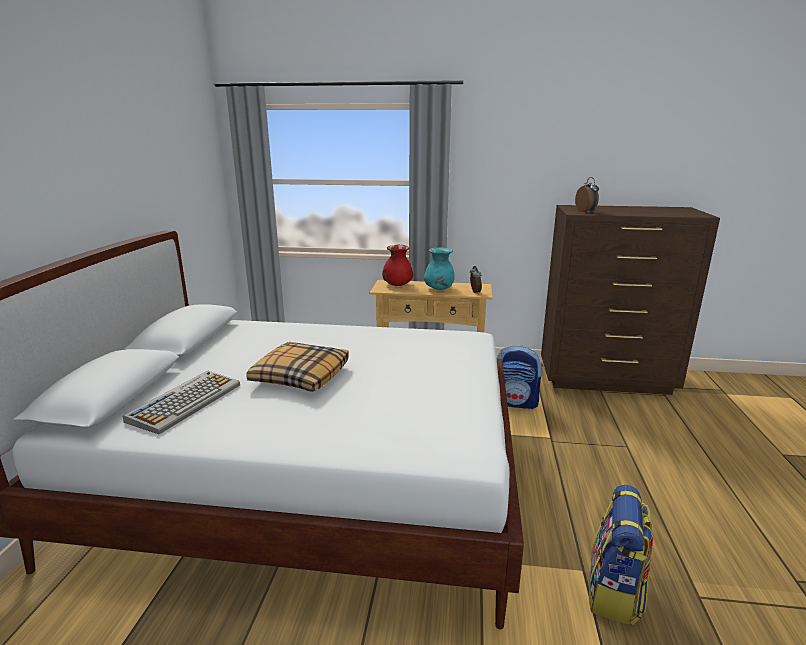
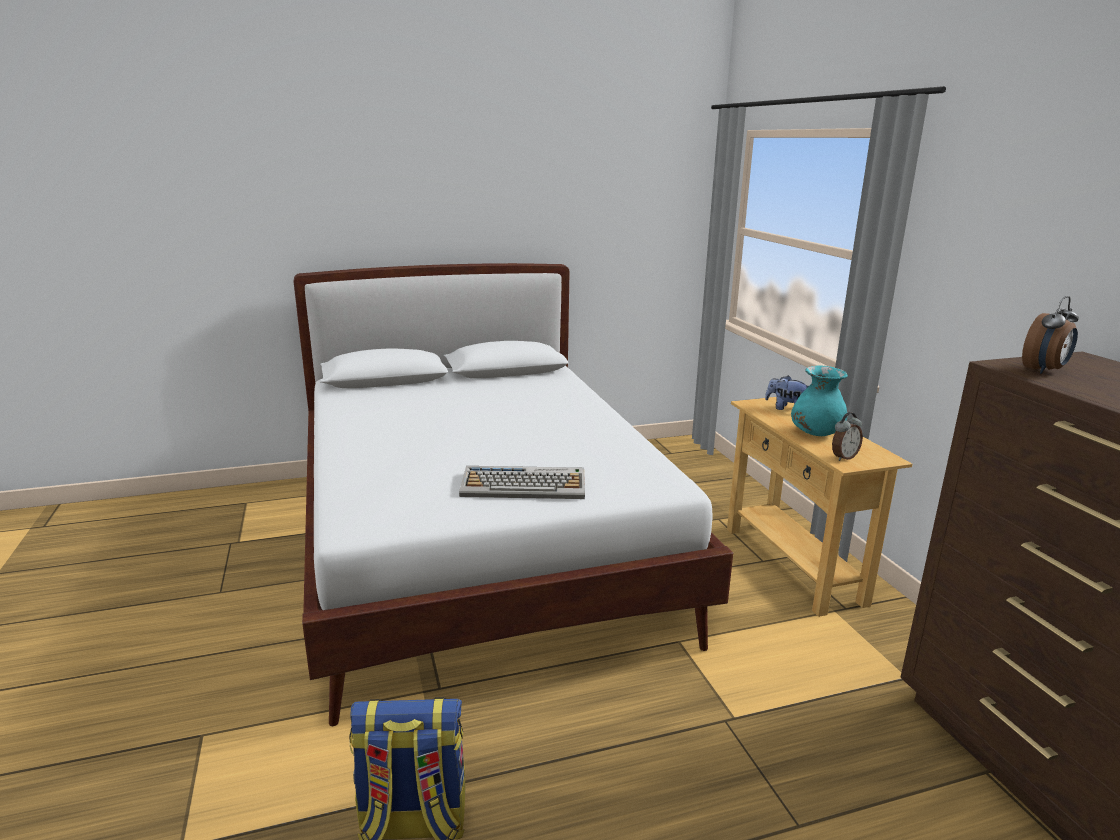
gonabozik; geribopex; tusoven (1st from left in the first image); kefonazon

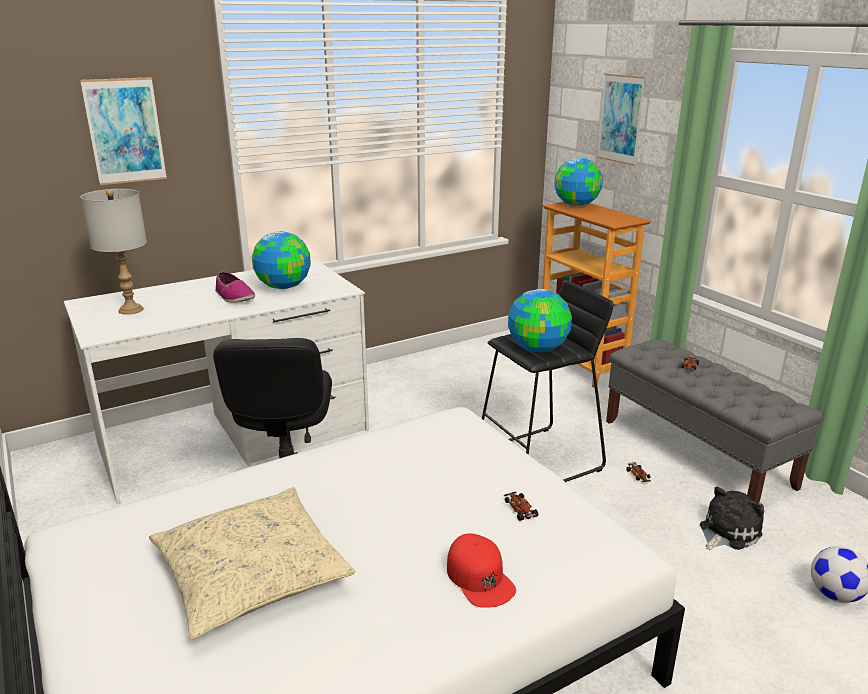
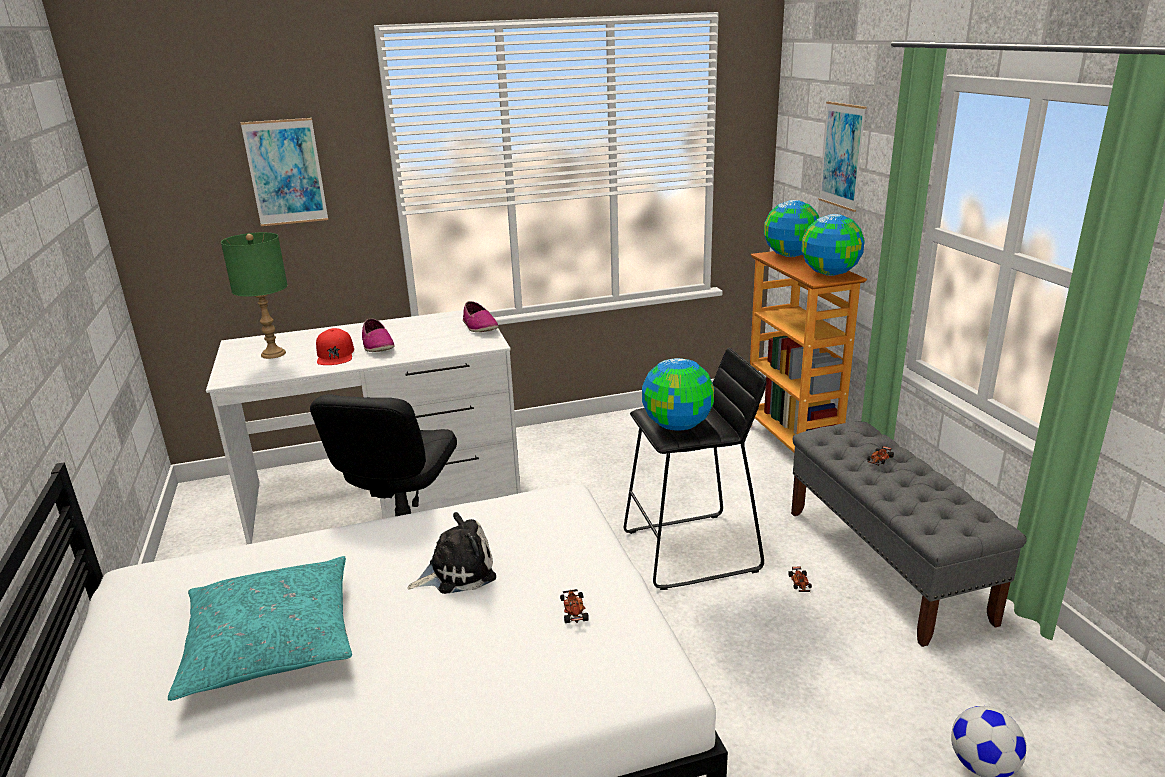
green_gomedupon; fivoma (3rd from left); turquoise_geribopex; gonabozik; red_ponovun; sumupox (2nd from left)

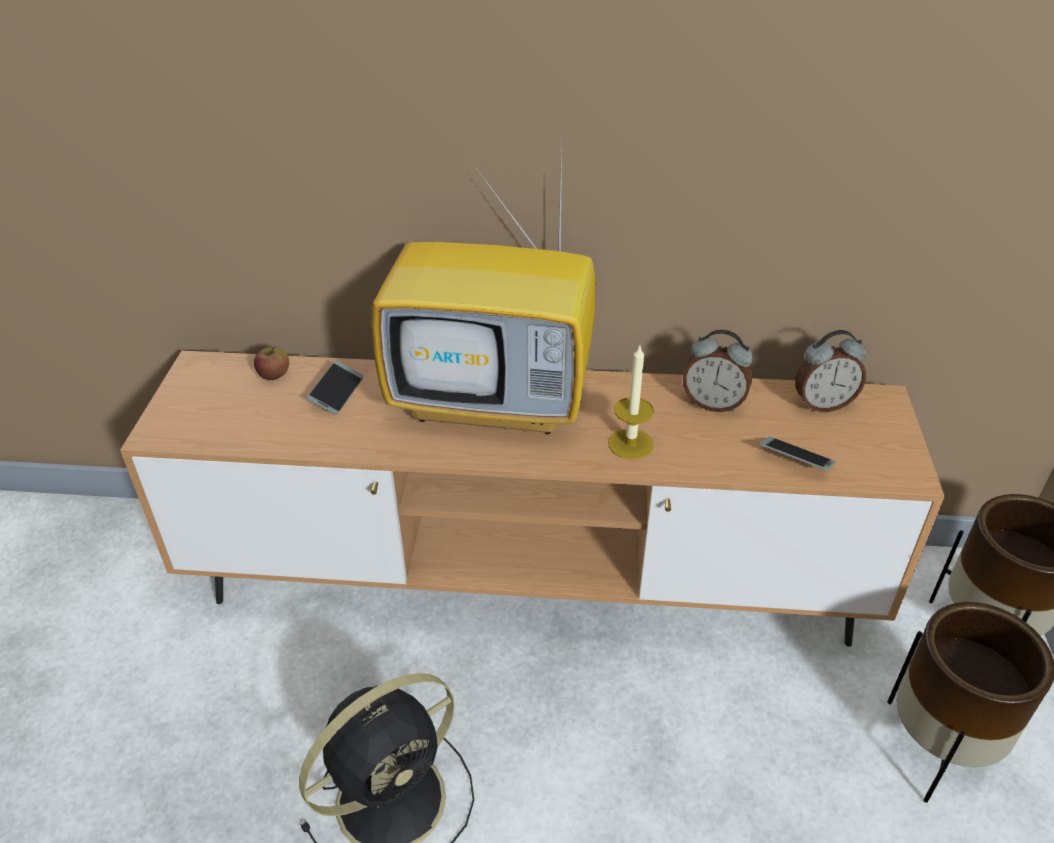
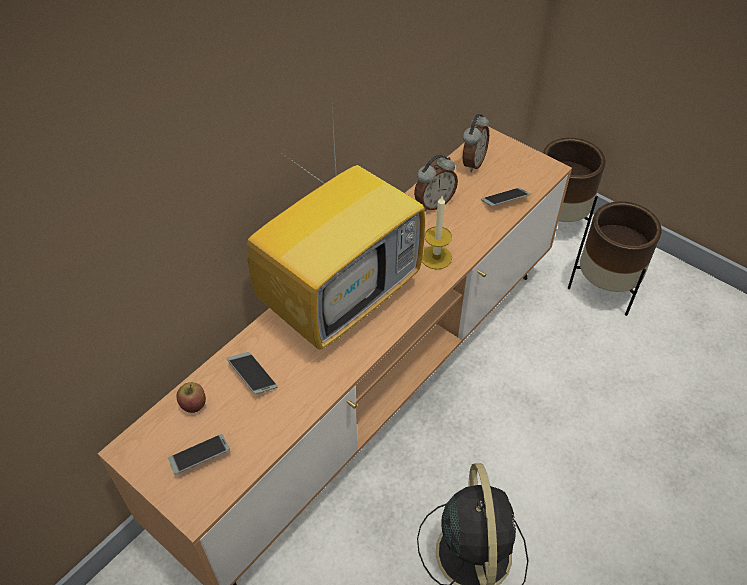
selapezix (1st from left)

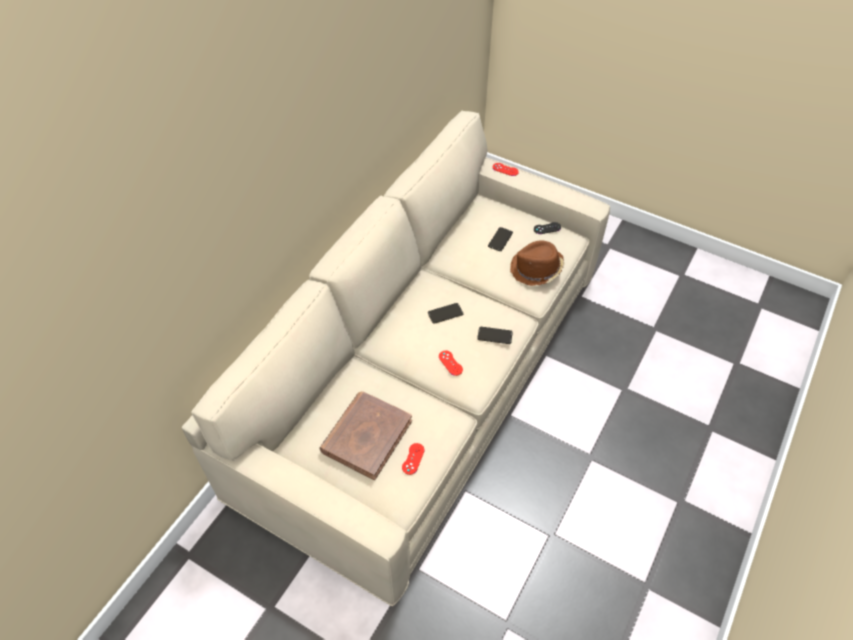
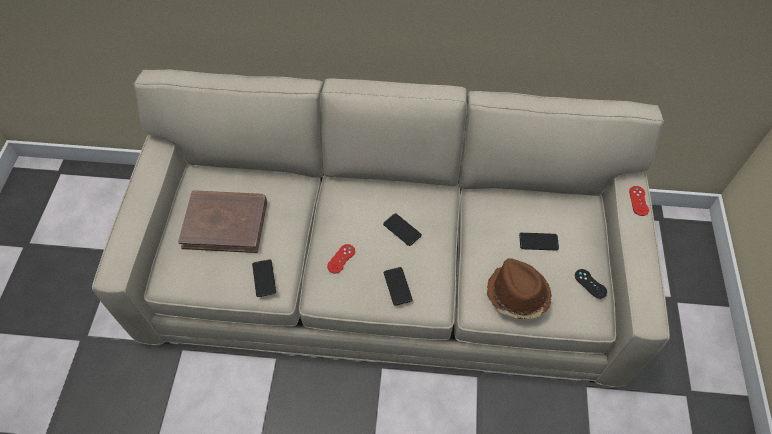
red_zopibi (1st from left in the first image); selapezix (1st from left)

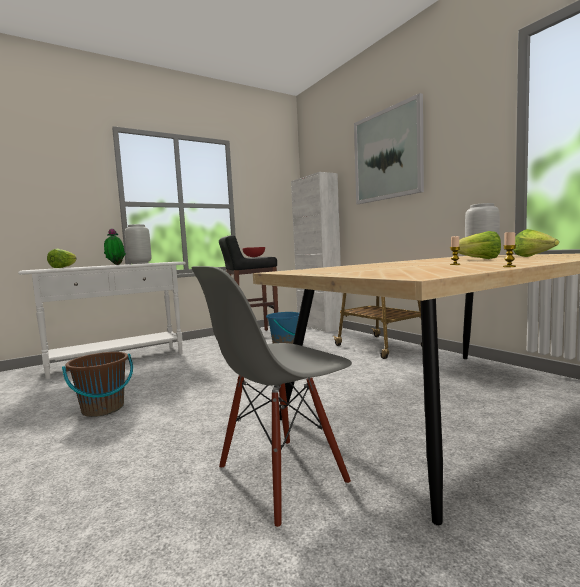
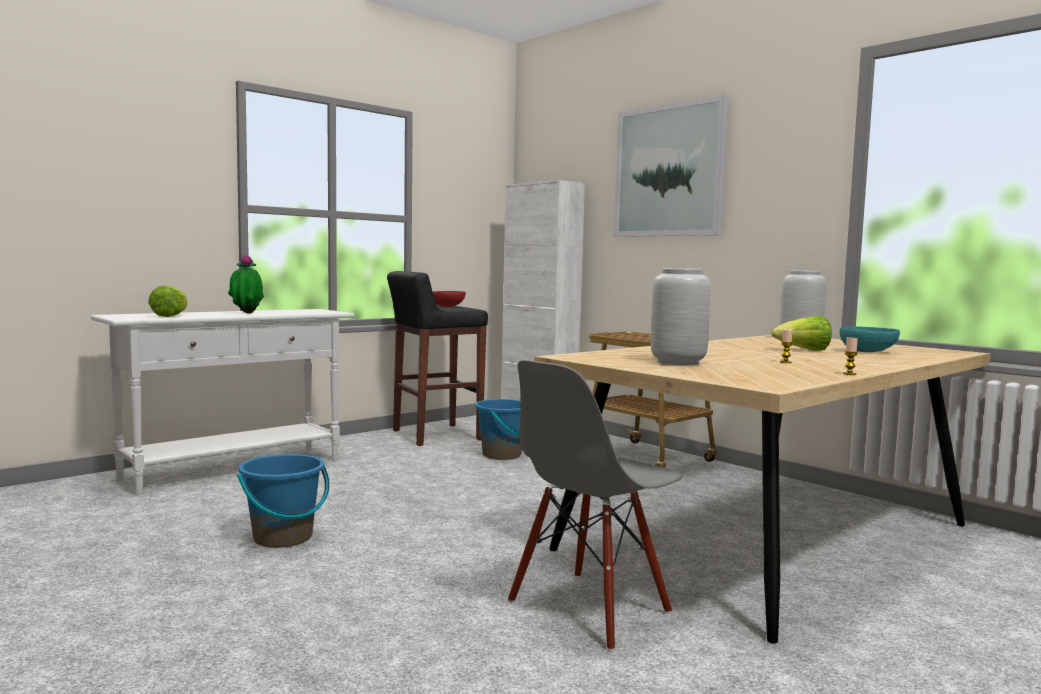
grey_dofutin (1st from left); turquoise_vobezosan; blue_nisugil (1st from left)

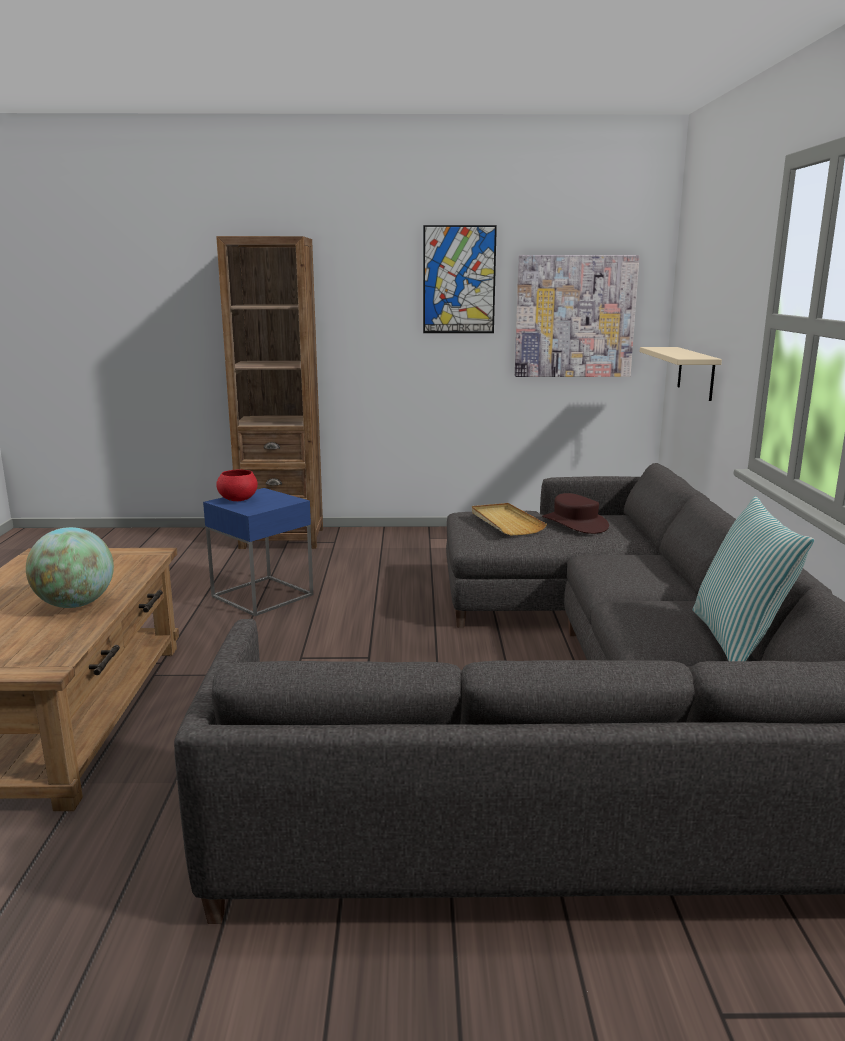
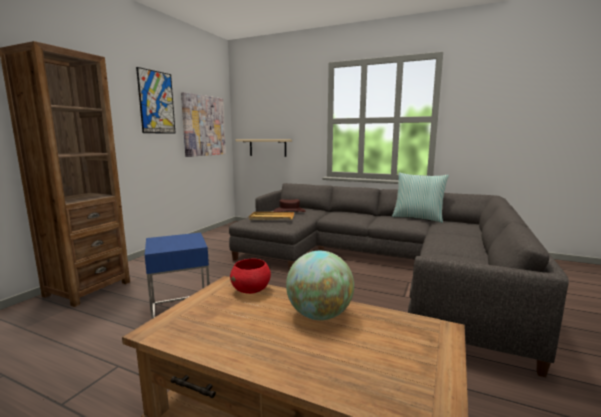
red_vobezosan

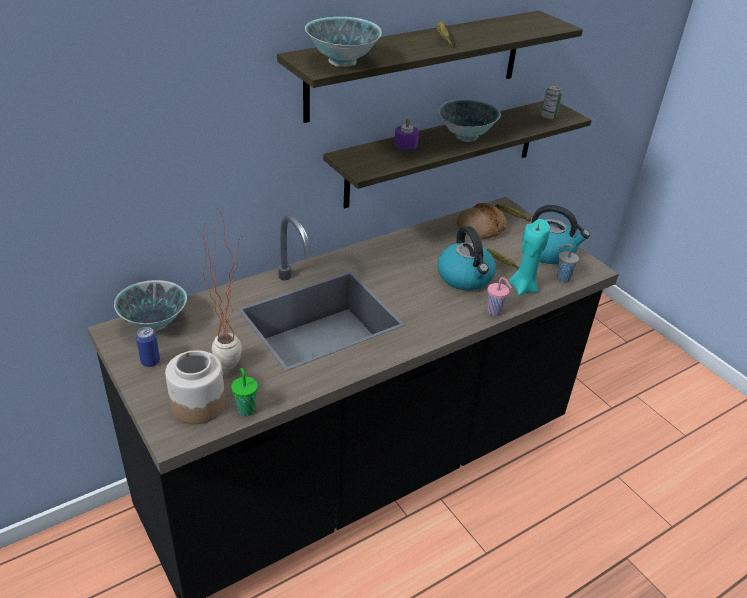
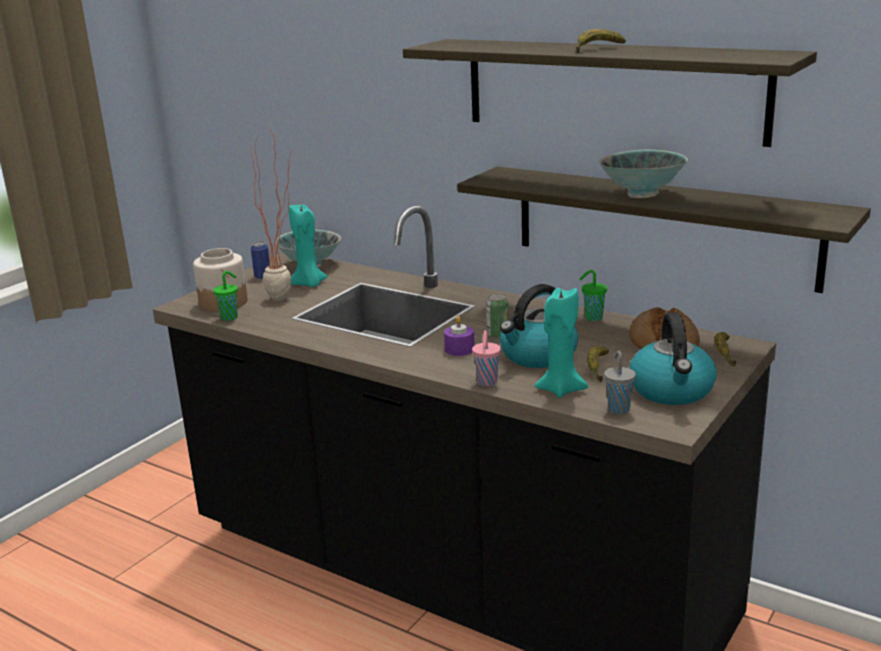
vobezosan (2nd from left in the first image); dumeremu (2nd from left); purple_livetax; turquoise_livetax (1st from left); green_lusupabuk (2nd from left)

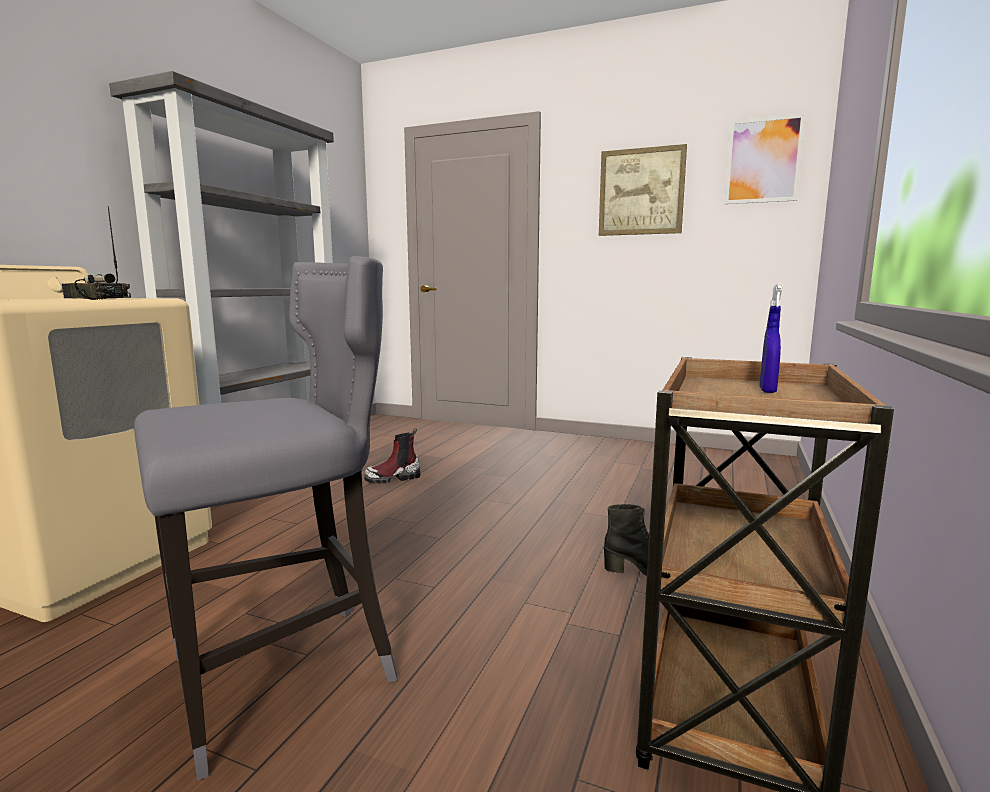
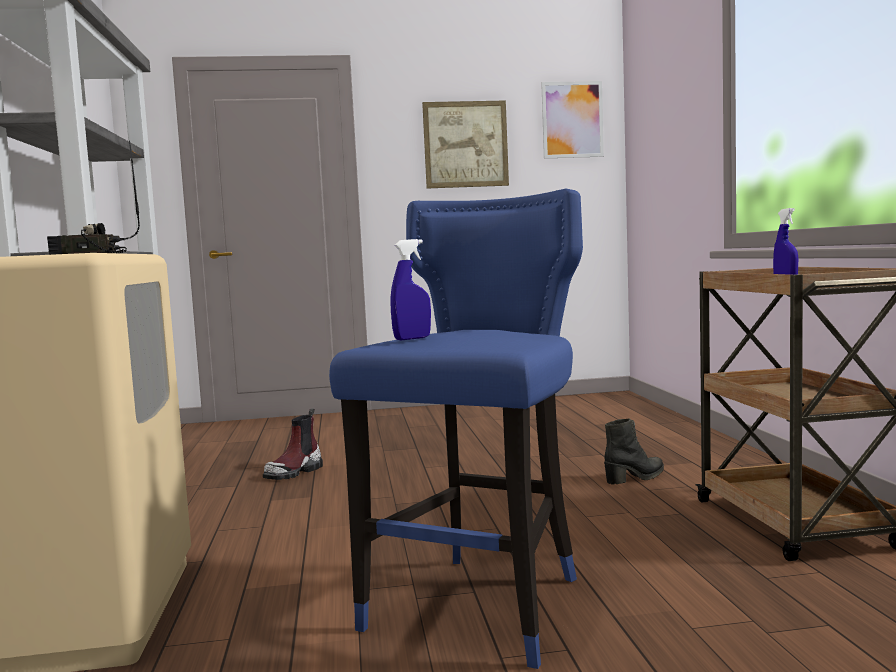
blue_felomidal; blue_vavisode (1st from left)

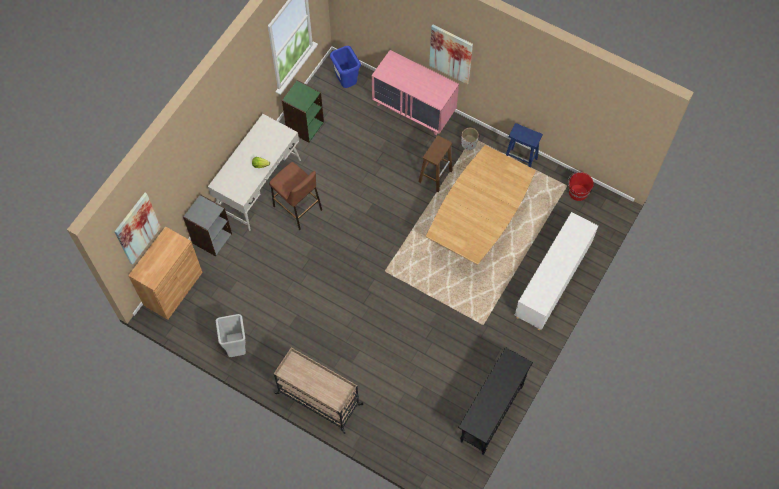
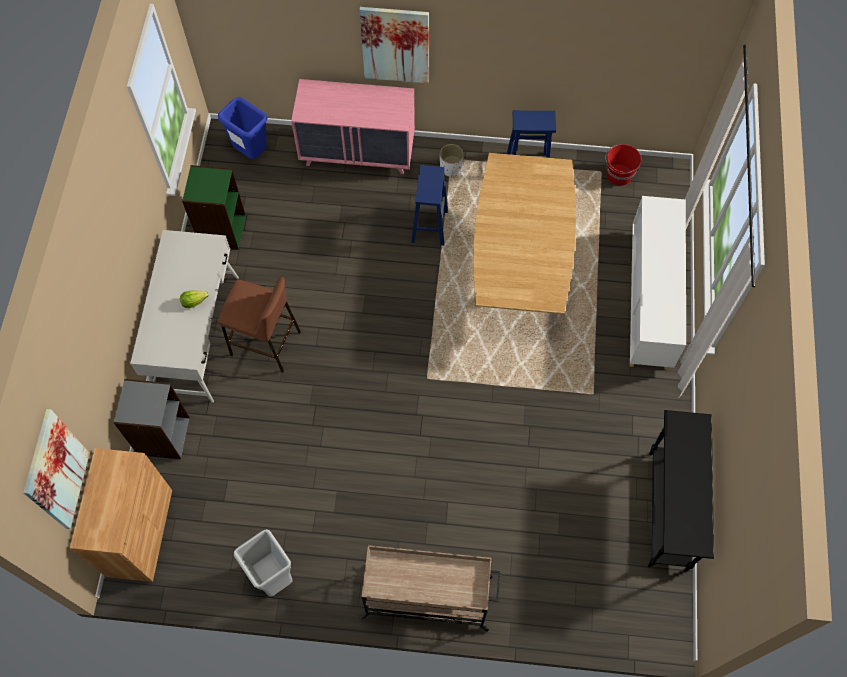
blue_felomidal (1st from left)

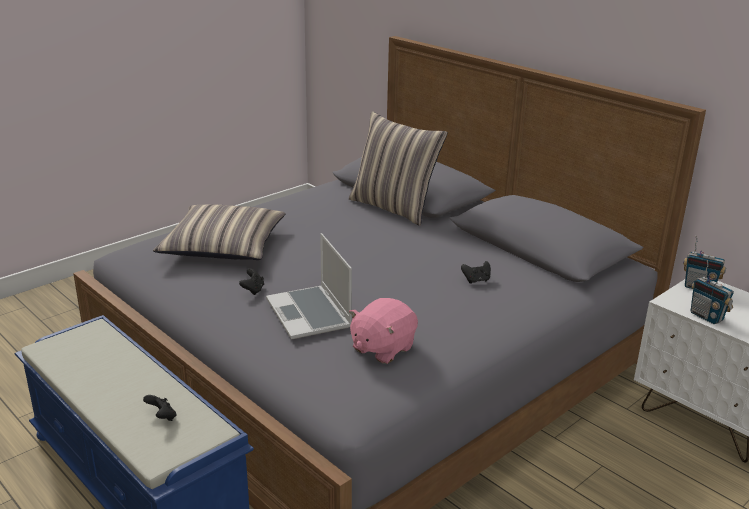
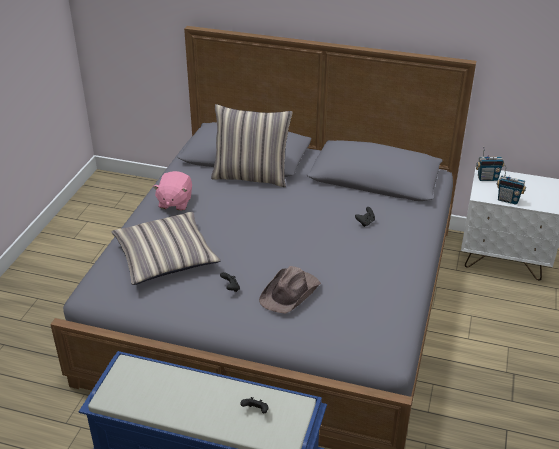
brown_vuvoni; pink_gonabozik

